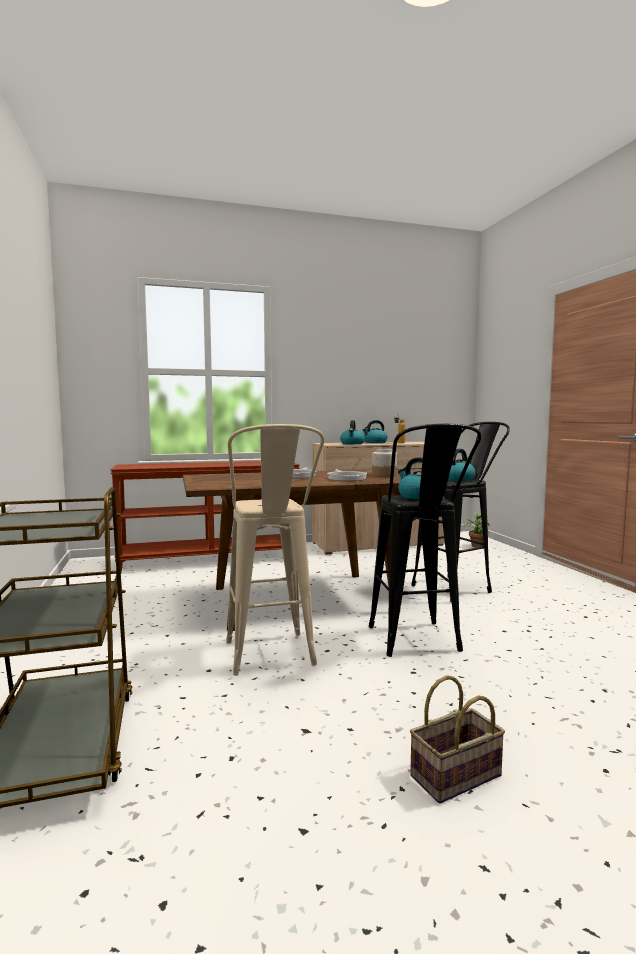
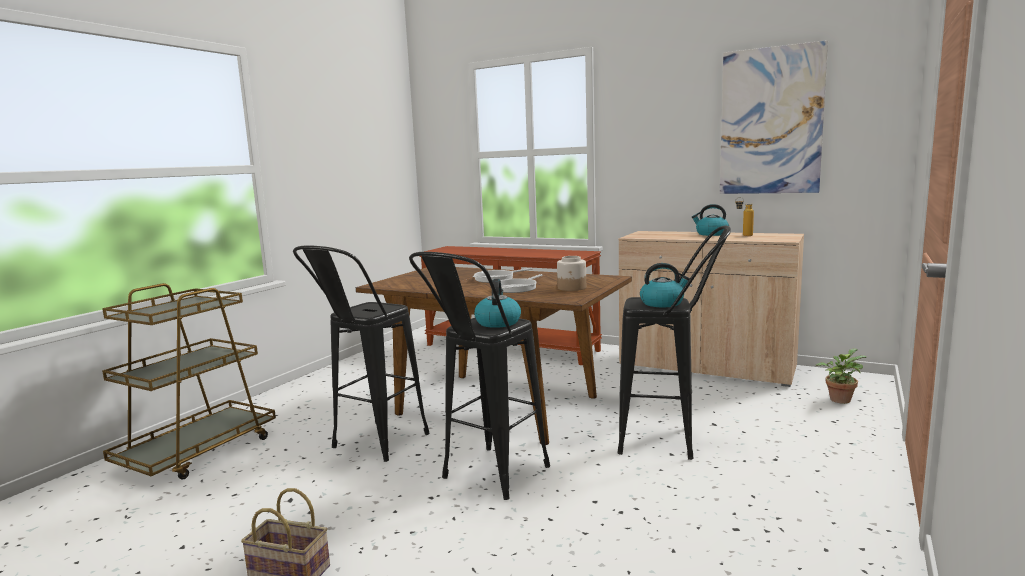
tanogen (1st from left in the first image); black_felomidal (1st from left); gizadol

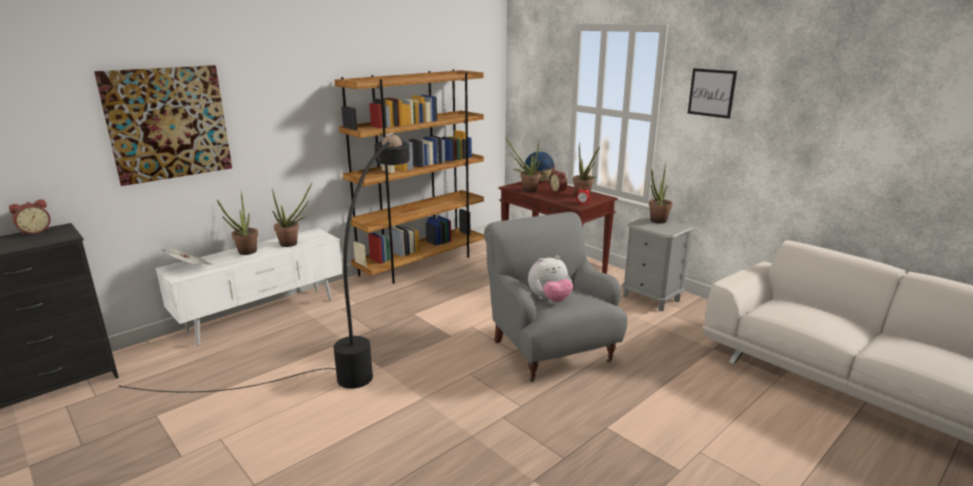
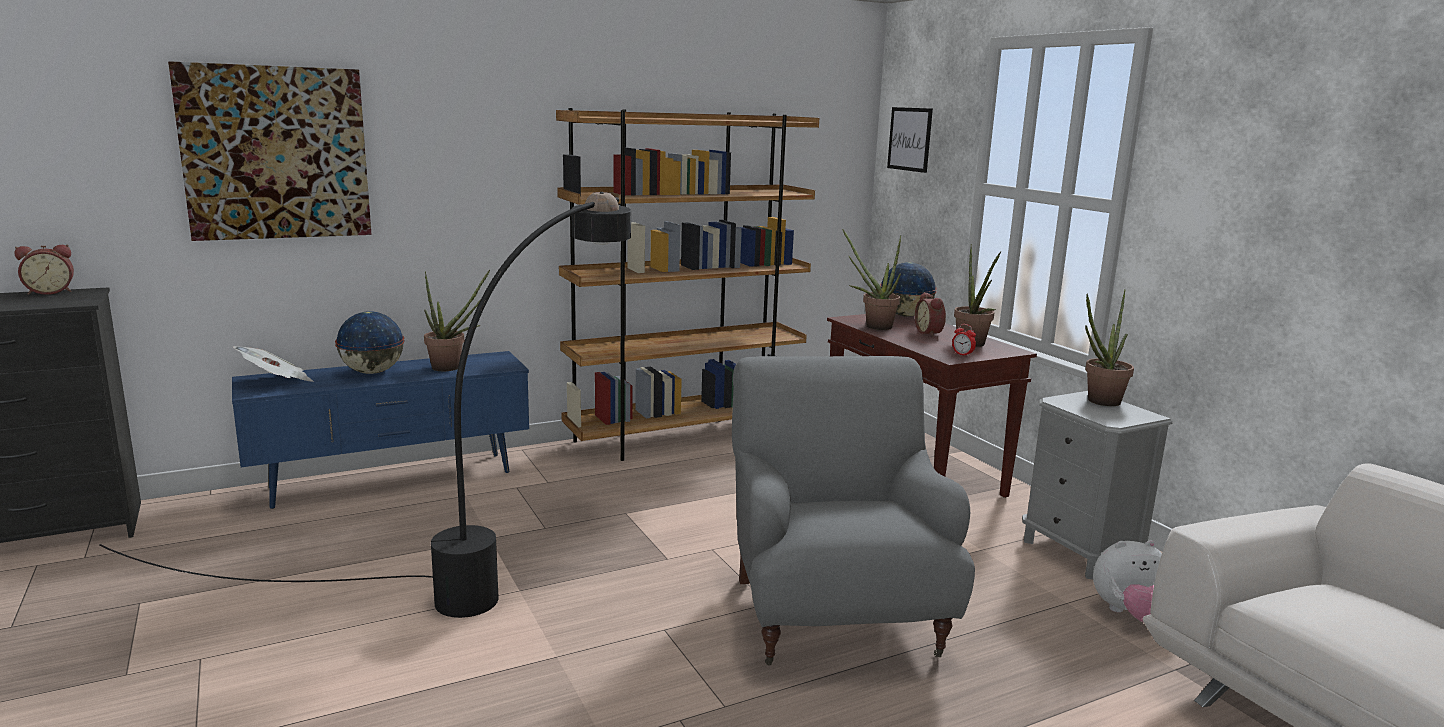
gizadol (2nd from left); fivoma (1st from left); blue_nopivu; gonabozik

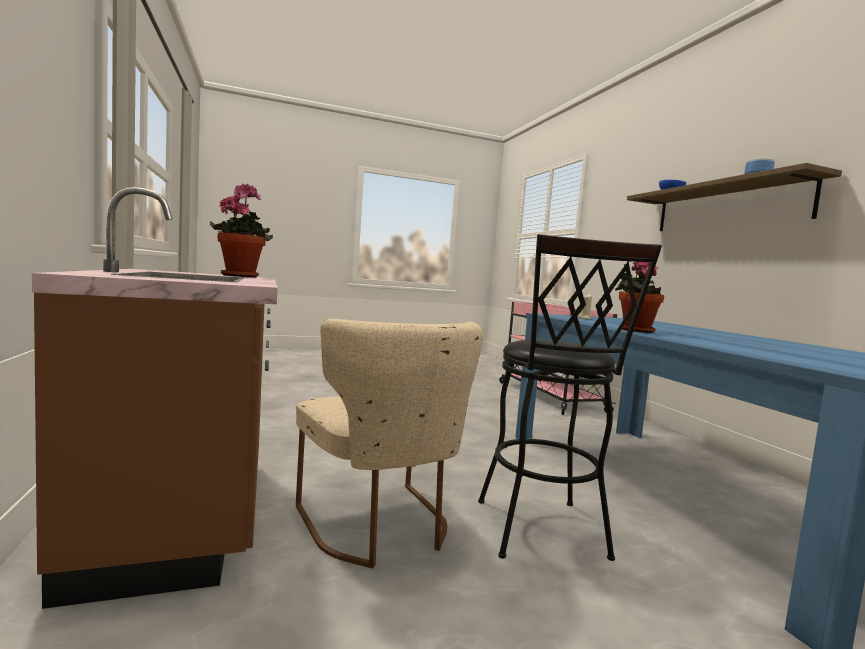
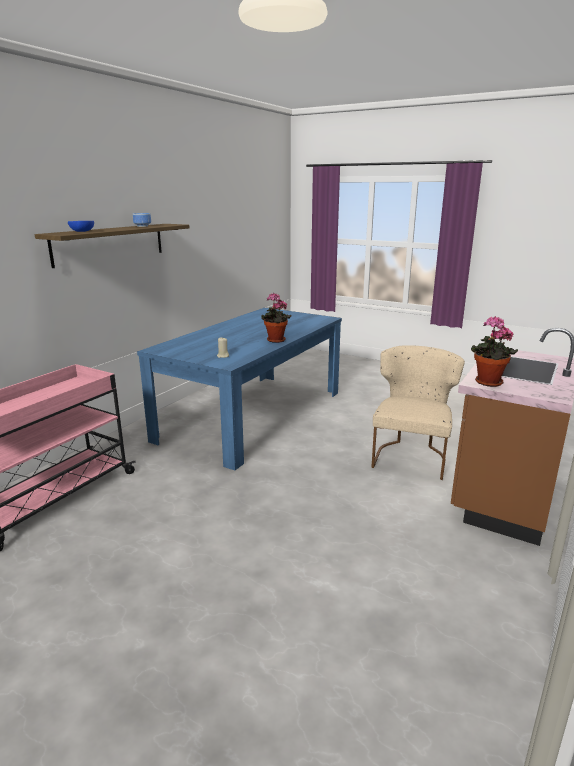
black_felomidal

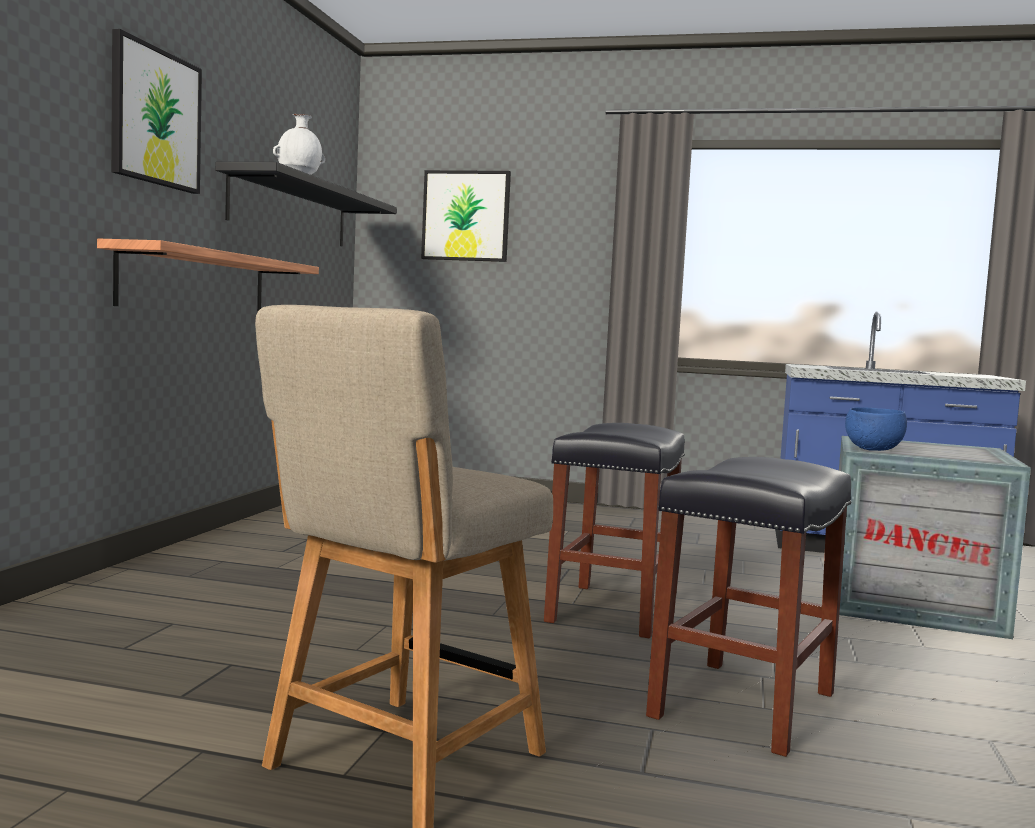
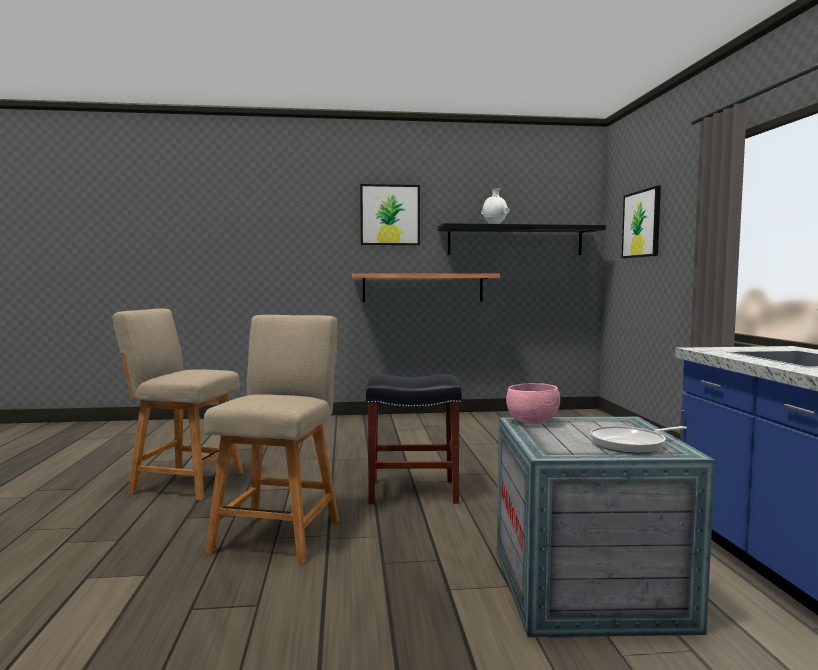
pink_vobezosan; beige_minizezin (2nd from left); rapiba

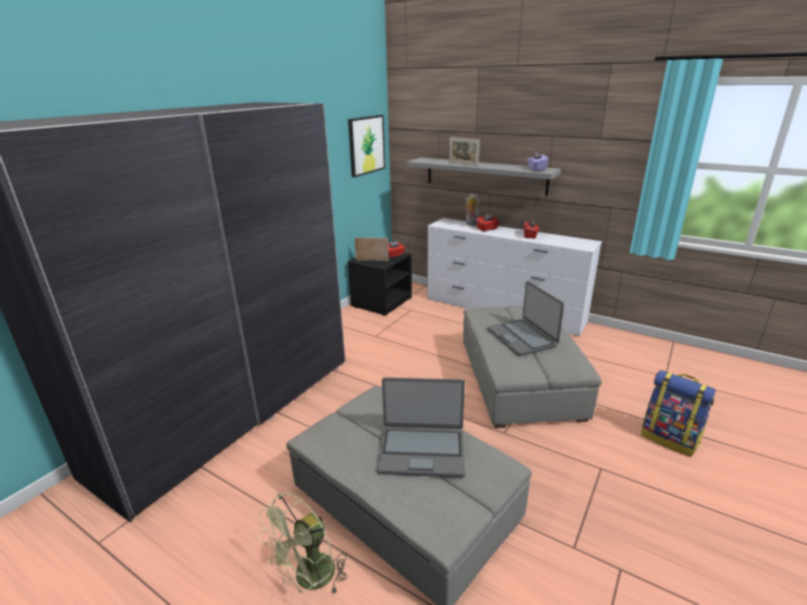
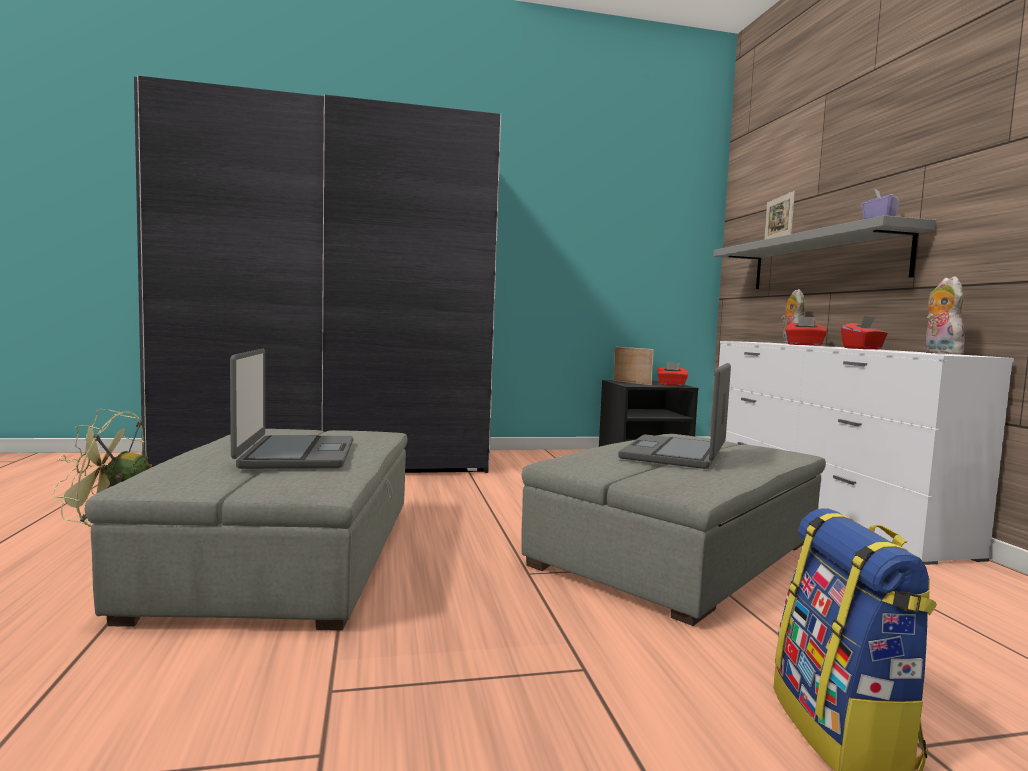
gizadol; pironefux (1st from left); gonabozik (2nd from left)

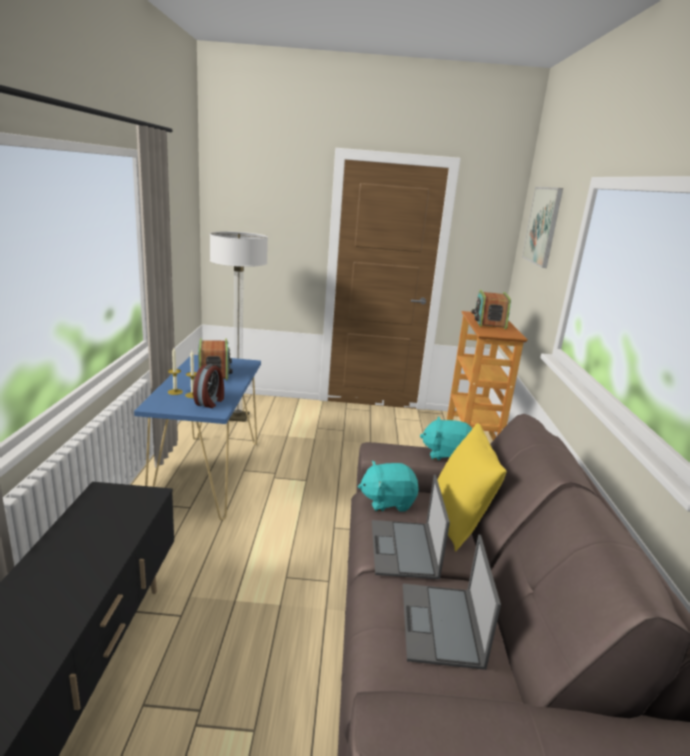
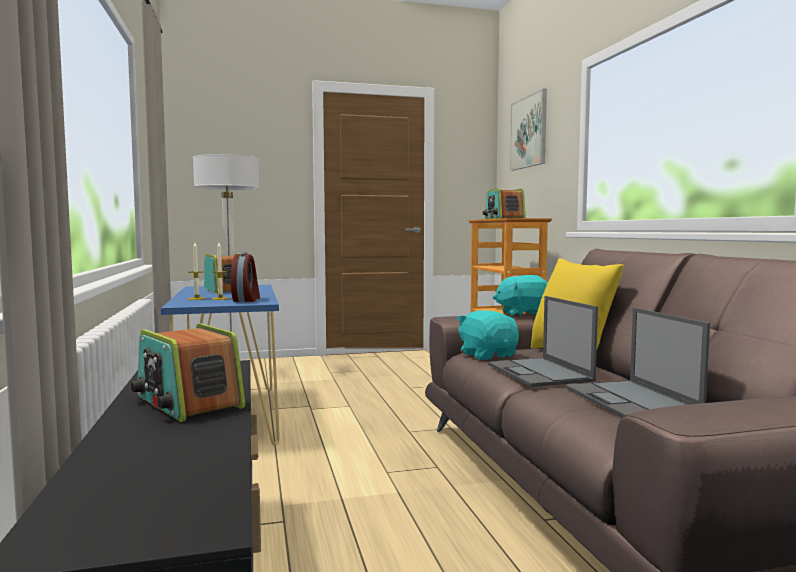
turquoise_gonabozik (1st from left); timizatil (1st from left)

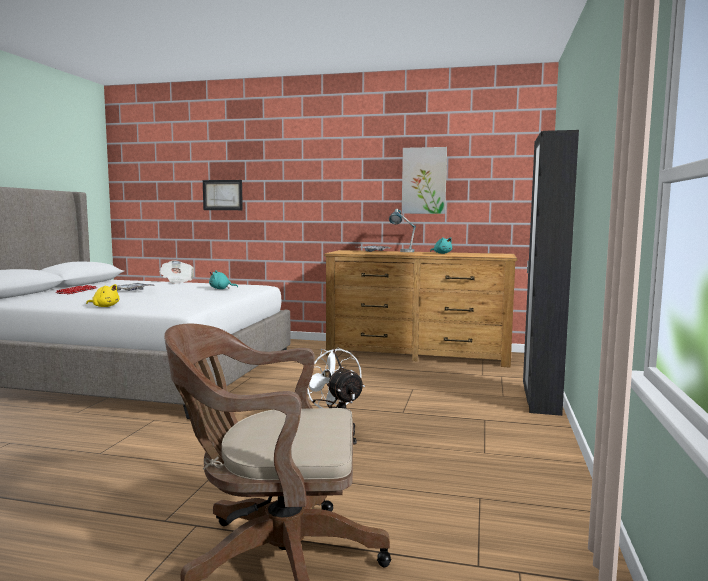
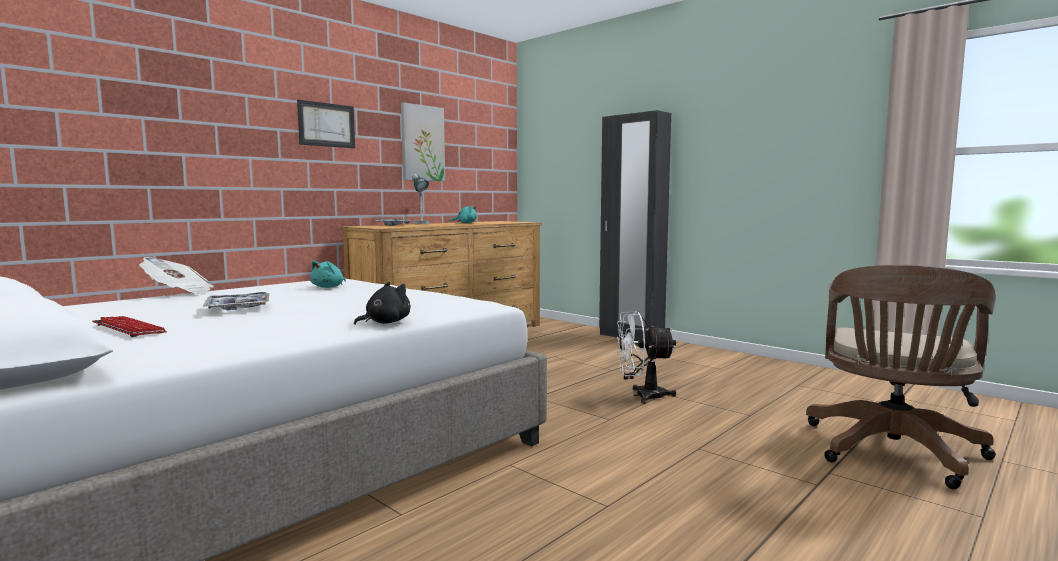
gizadol (1st from left); black_gonabozik

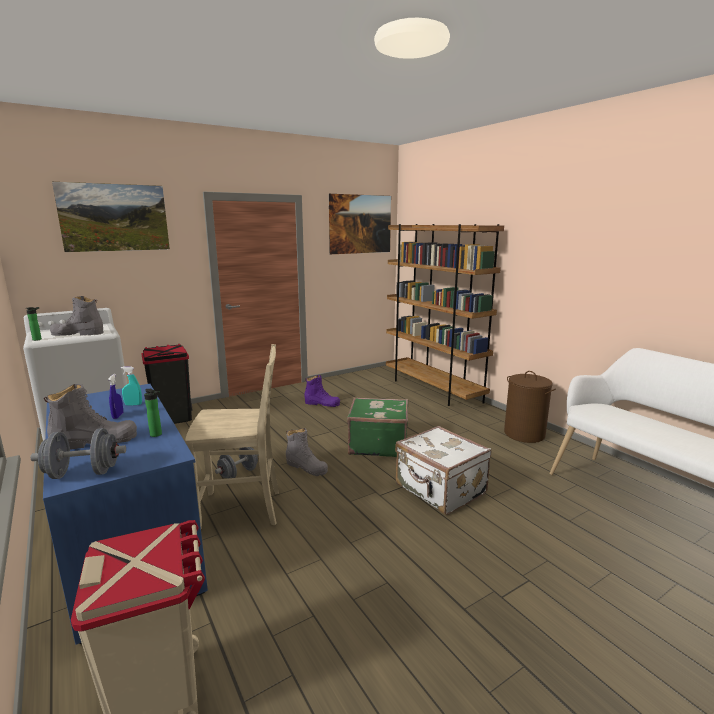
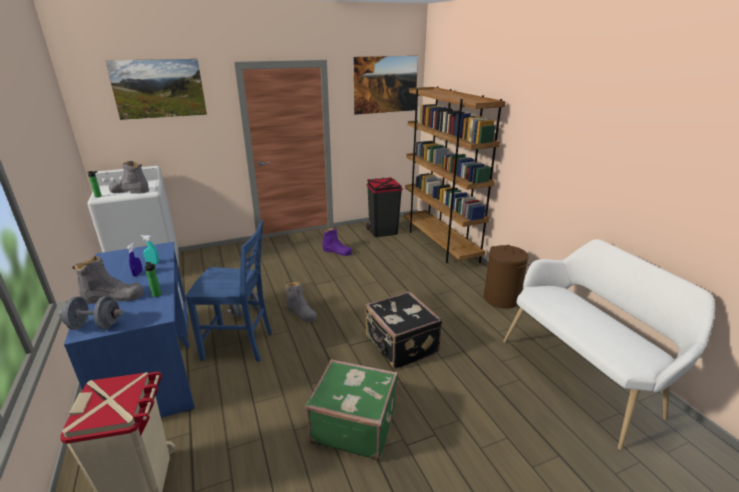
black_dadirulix; blue_minizezin; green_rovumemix; black_rovumemix

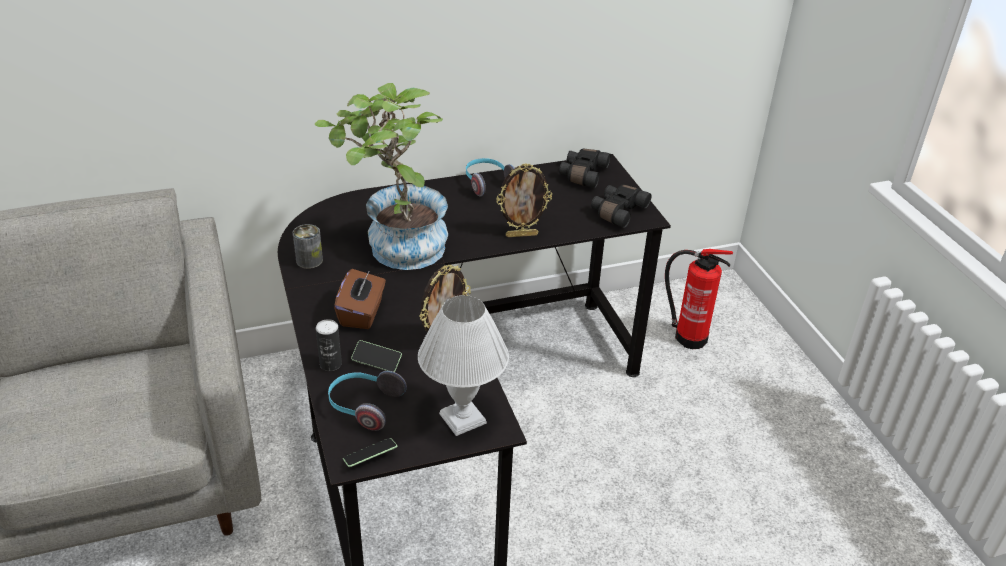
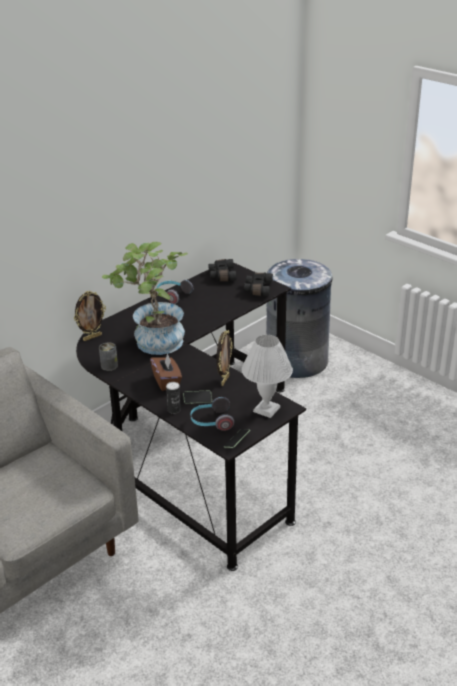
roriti (1st from left); grey_dadirulix

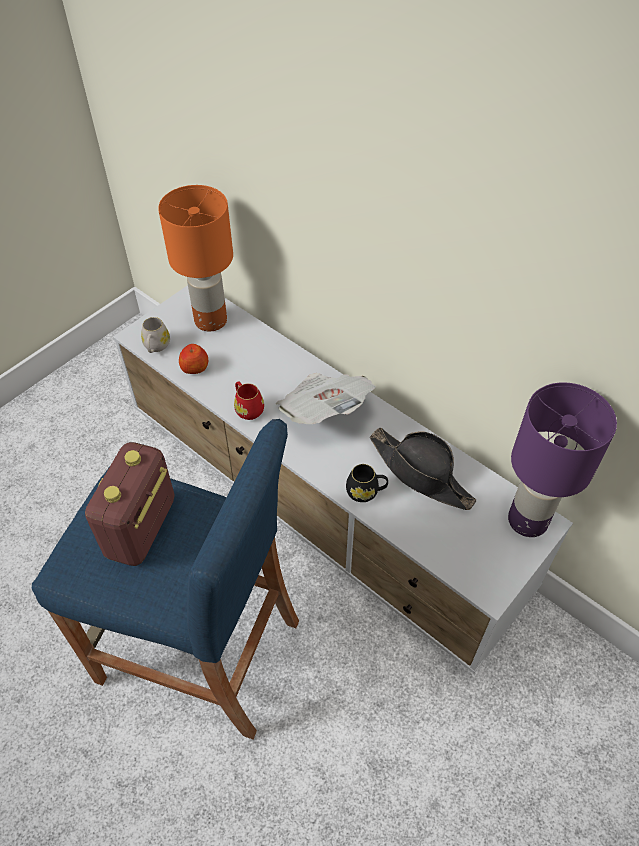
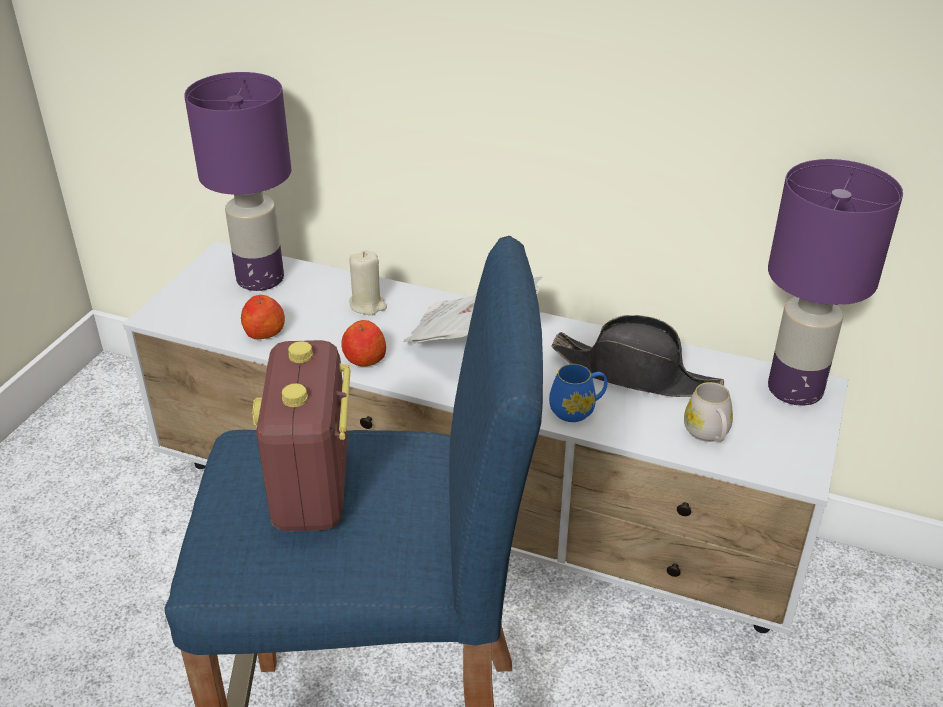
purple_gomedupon (1st from left); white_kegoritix; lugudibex (2nd from left); blue_kegoritix; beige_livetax

